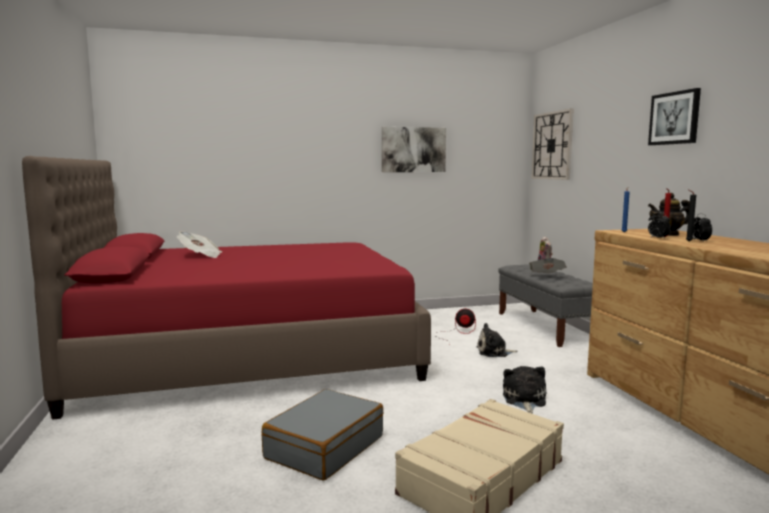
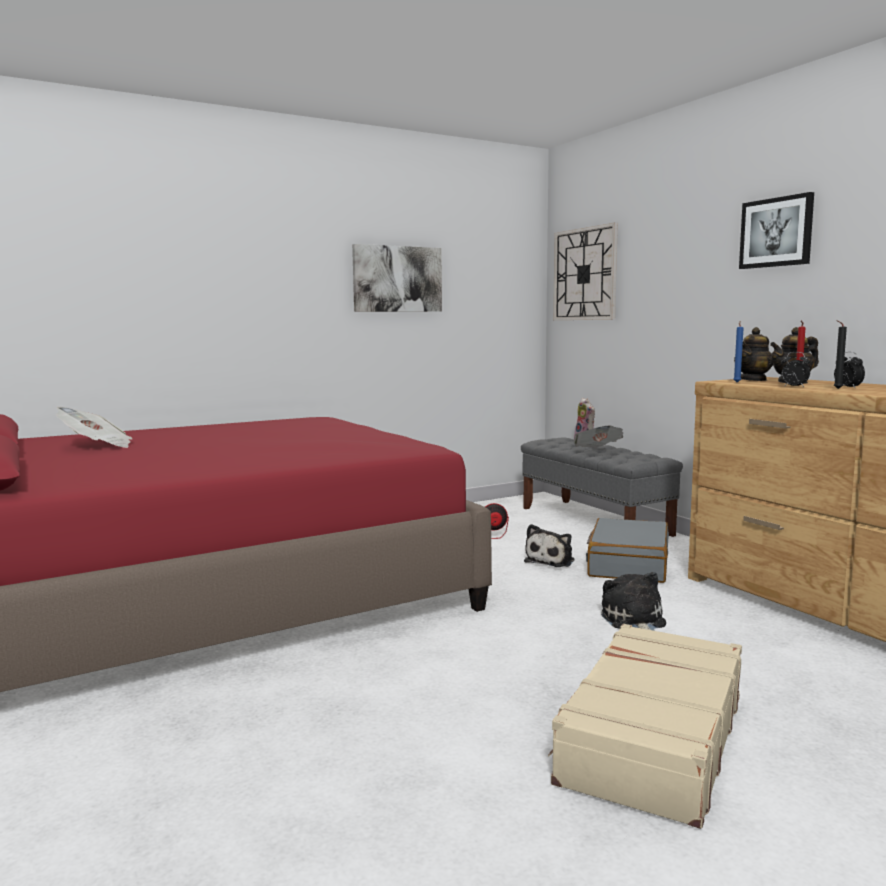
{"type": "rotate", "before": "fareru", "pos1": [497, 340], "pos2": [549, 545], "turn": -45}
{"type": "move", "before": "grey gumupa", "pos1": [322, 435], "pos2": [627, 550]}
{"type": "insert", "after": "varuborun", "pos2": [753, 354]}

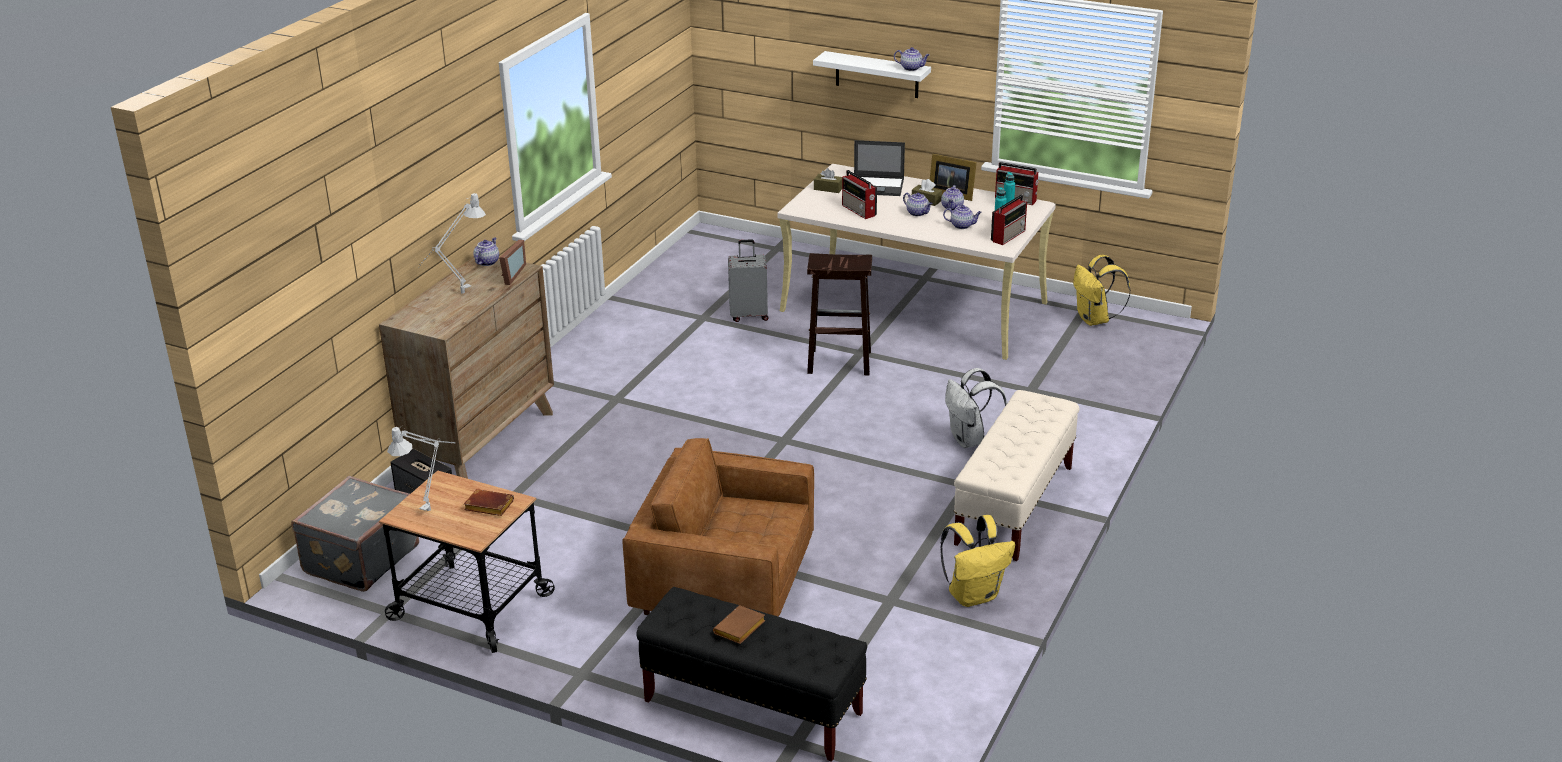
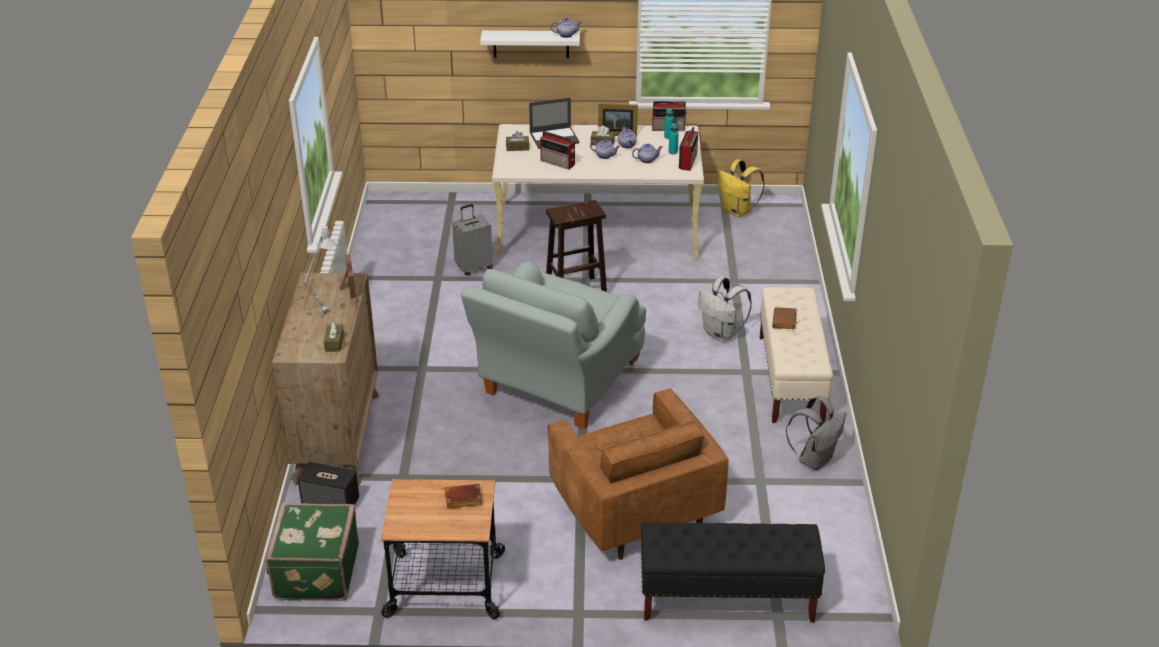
{"type": "delete", "before": "varuborun", "pos1": [486, 251]}
{"type": "delete", "before": "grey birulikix", "pos1": [421, 469]}
{"type": "rotate", "before": "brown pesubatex", "pos1": [718, 527], "pos2": [638, 474], "turn": -105}
{"type": "recolor", "before": "grey gumupa", "after": "green gumupa", "pos1": [355, 534], "pos2": [312, 552]}
{"type": "recolor", "before": "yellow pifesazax", "after": "grey pifesazax", "pos1": [977, 561], "pos2": [816, 433]}
{"type": "move", "before": "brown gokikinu", "pos1": [739, 624], "pos2": [784, 318]}
{"type": "insert", "after": "grey pesubatex", "pos2": [553, 345]}
{"type": "insert", "after": "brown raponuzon", "pos2": [334, 336]}

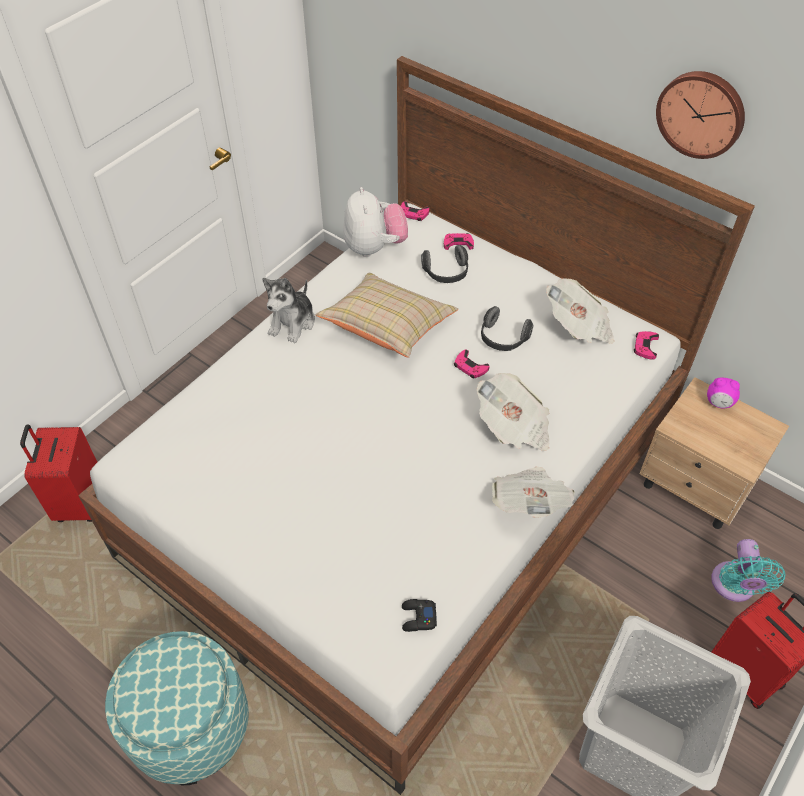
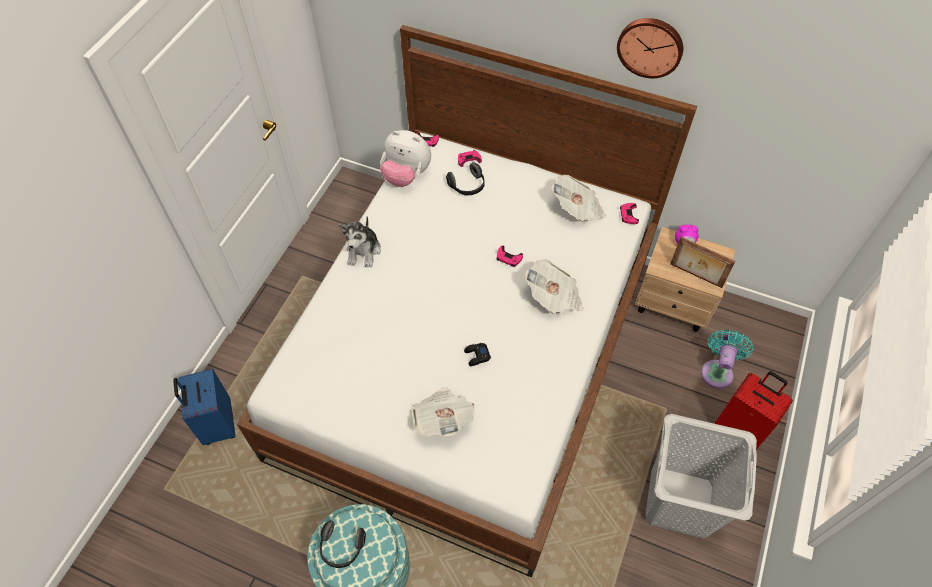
{"type": "rotate", "before": "fareru", "pos1": [375, 222], "pos2": [405, 158], "turn": 135}
{"type": "delete", "before": "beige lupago", "pos1": [387, 315]}
{"type": "move", "before": "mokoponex", "pos1": [507, 328], "pos2": [343, 544]}
{"type": "recolor", "before": "red gumupa", "after": "blue gumupa", "pos1": [58, 473], "pos2": [204, 407]}
{"type": "move", "before": "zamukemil", "pos1": [533, 492], "pos2": [443, 412]}
{"type": "rotate", "before": "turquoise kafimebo", "pos1": [748, 570], "pos2": [727, 359], "turn": -150}
{"type": "move", "before": "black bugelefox", "pos1": [419, 615], "pos2": [477, 354]}
{"type": "insert", "after": "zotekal", "pos2": [703, 262]}

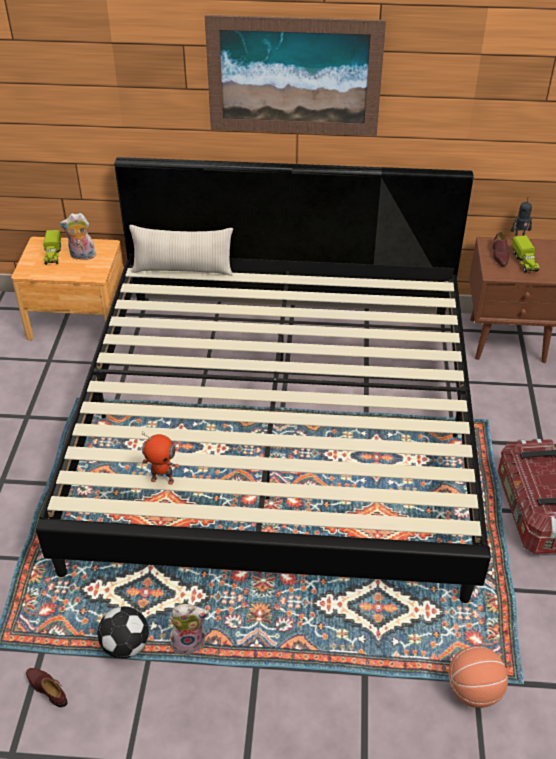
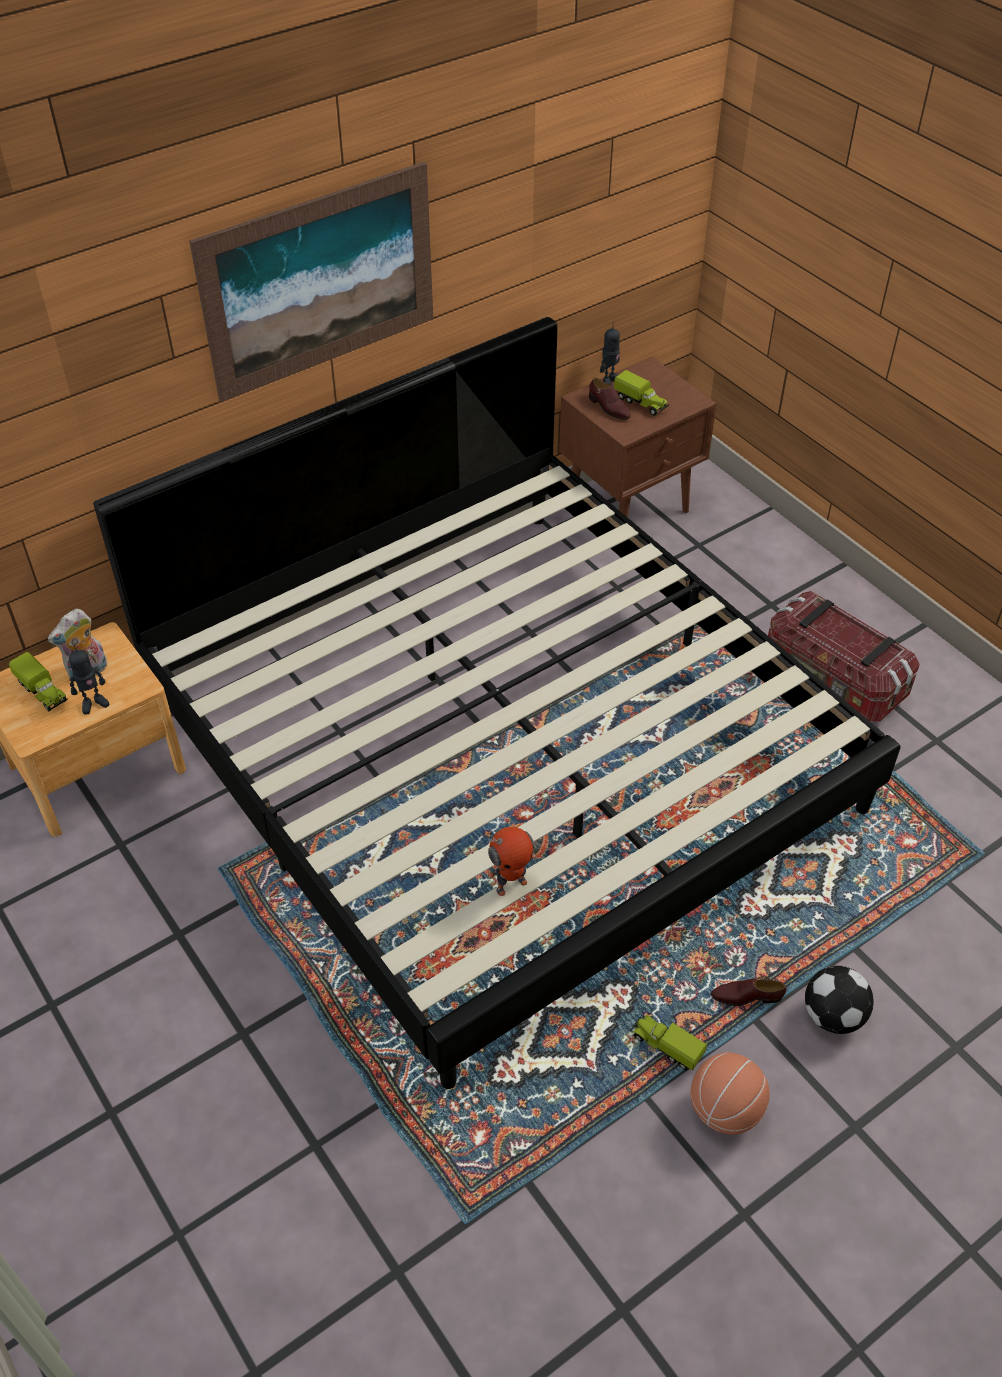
{"type": "delete", "before": "beige lupago", "pos1": [181, 250]}
{"type": "replace", "before": "fareru", "after": "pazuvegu", "pos1": [189, 629], "pos2": [668, 1042]}
{"type": "move", "before": "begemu", "pos1": [123, 632], "pos2": [839, 1000]}
{"type": "move", "before": "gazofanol", "pos1": [478, 677], "pos2": [730, 1093]}
{"type": "move", "before": "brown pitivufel", "pos1": [46, 687], "pos2": [748, 991]}
{"type": "insert", "after": "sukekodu", "pos2": [89, 680]}

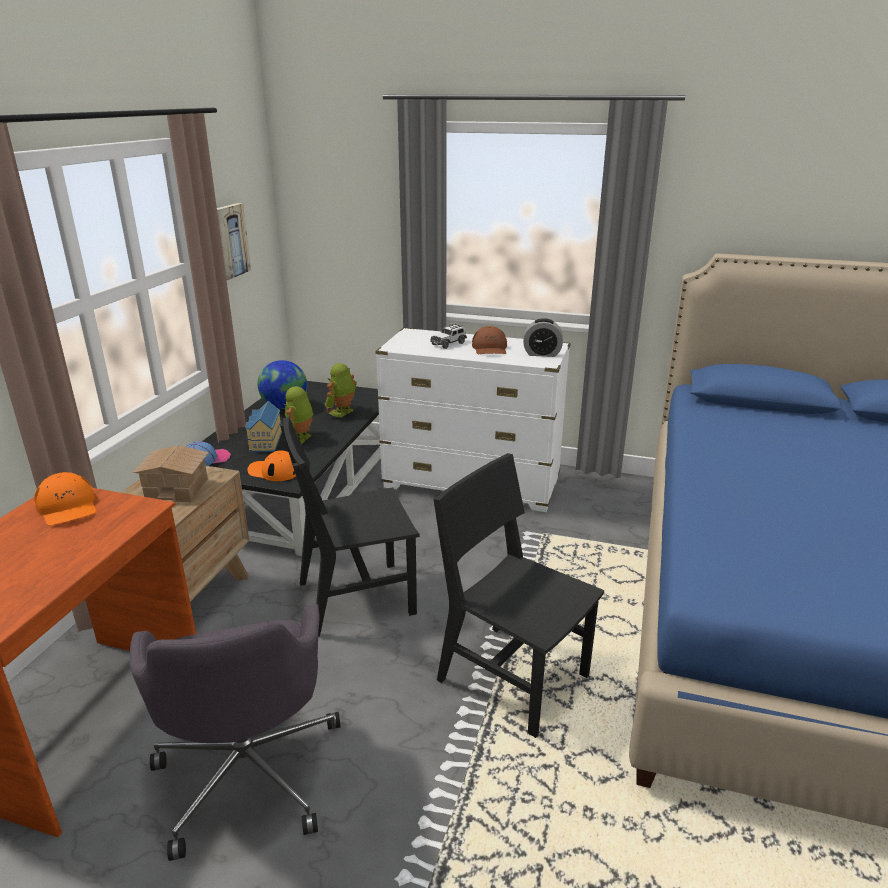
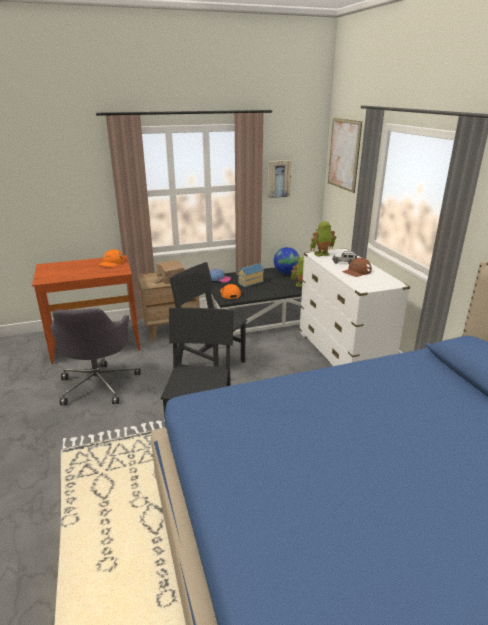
{"type": "delete", "before": "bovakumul", "pos1": [543, 337]}
{"type": "move", "before": "sukekodu", "pos1": [298, 415], "pos2": [323, 239]}
{"type": "rotate", "before": "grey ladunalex", "pos1": [235, 732], "pos2": [95, 356], "turn": -45}
{"type": "insert", "after": "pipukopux", "pos2": [345, 155]}

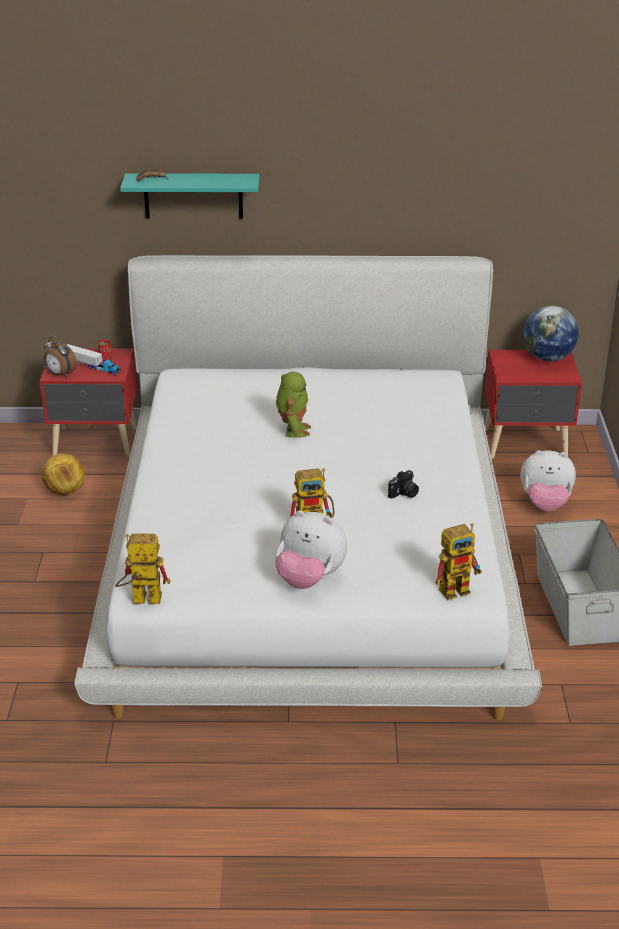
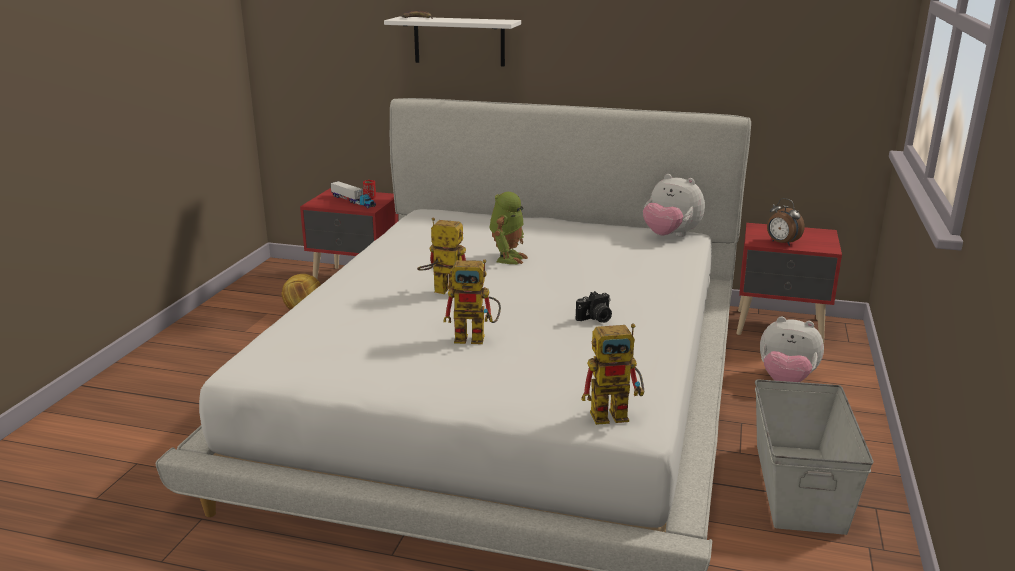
{"type": "recolor", "before": "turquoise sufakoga", "after": "white sufakoga", "pos1": [190, 195], "pos2": [452, 41]}
{"type": "delete", "before": "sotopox", "pos1": [551, 333]}
{"type": "move", "before": "bovakumul", "pos1": [60, 356], "pos2": [785, 222]}
{"type": "move", "before": "fareru", "pos1": [311, 549], "pos2": [674, 205]}
{"type": "move", "before": "sukekodu", "pos1": [142, 568], "pos2": [441, 255]}

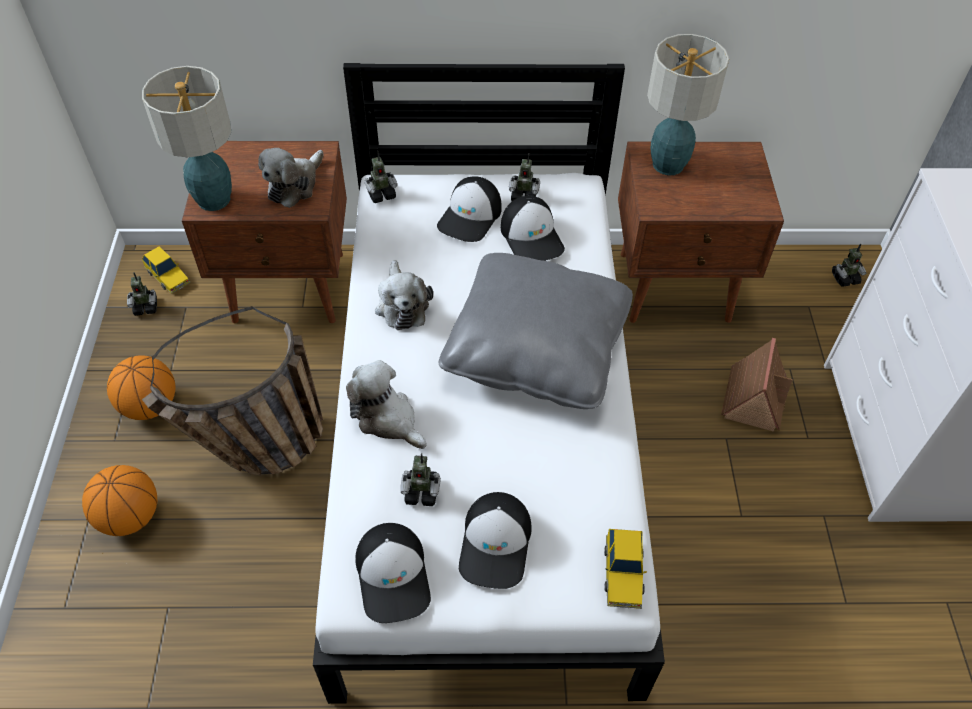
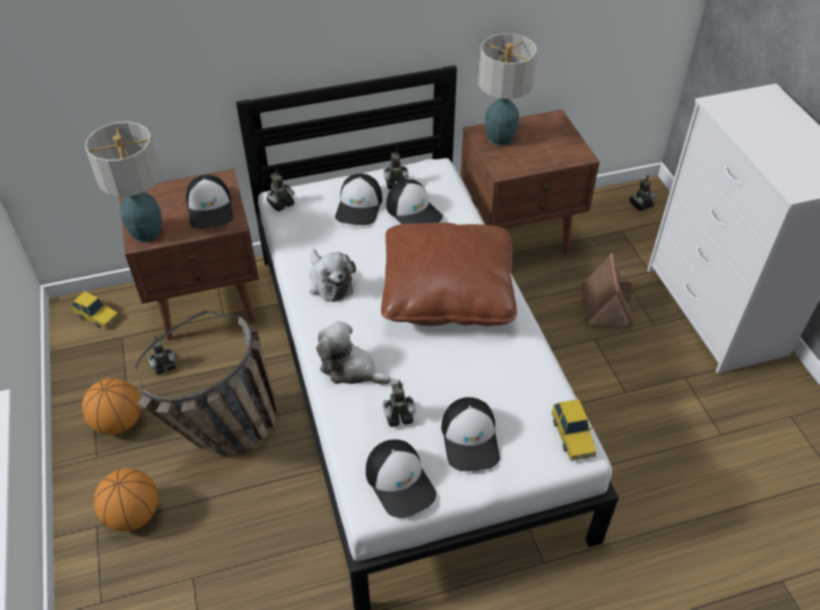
{"type": "replace", "before": "fareru", "after": "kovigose", "pos1": [291, 178], "pos2": [209, 202]}
{"type": "recolor", "before": "grey lupago", "after": "brown lupago", "pos1": [536, 331], "pos2": [449, 274]}
{"type": "move", "before": "sukekodu", "pos1": [142, 294], "pos2": [161, 355]}

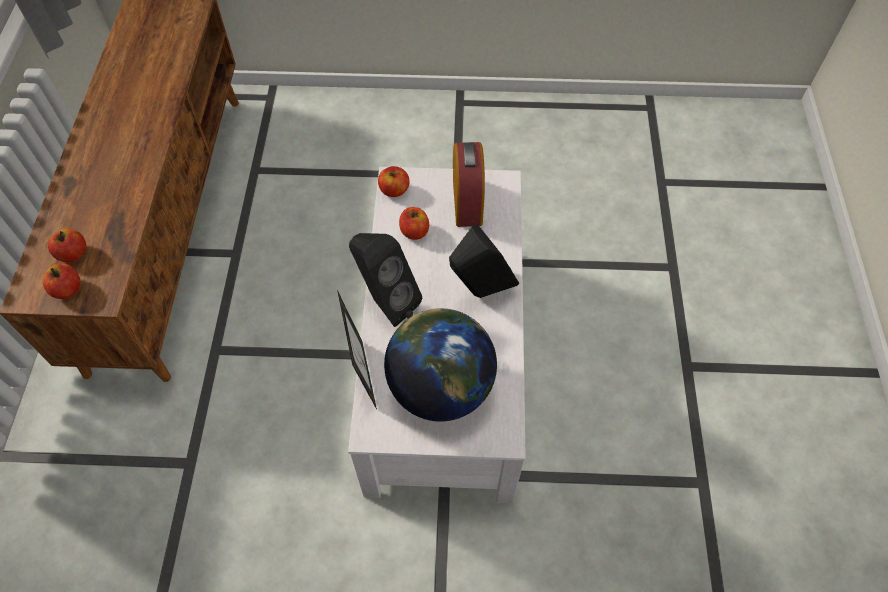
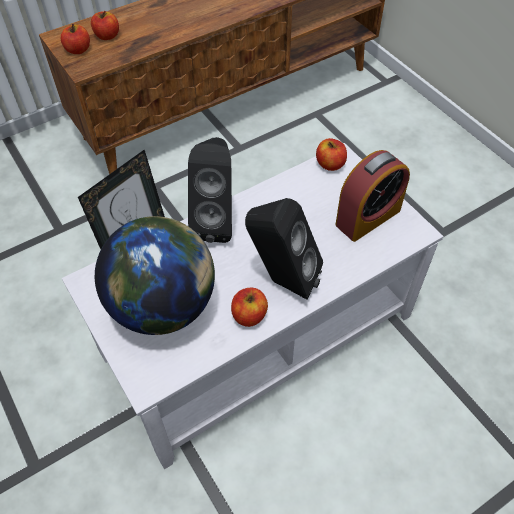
{"type": "move", "before": "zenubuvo", "pos1": [414, 223], "pos2": [249, 307]}

